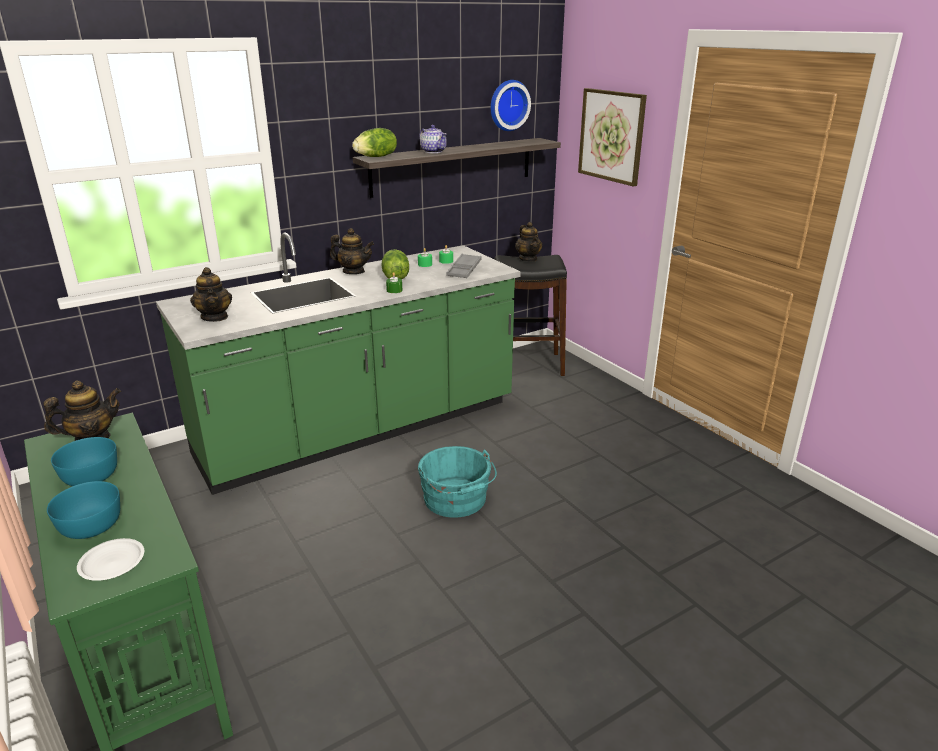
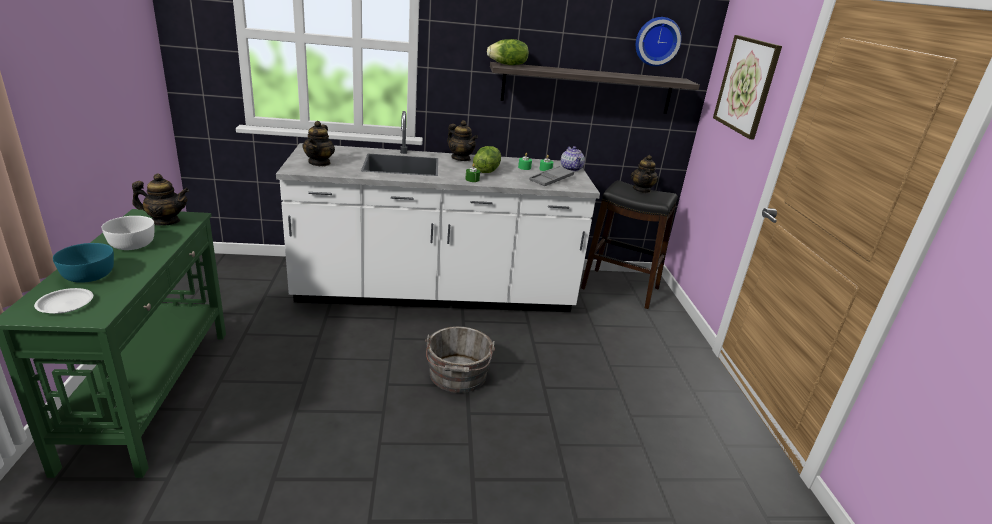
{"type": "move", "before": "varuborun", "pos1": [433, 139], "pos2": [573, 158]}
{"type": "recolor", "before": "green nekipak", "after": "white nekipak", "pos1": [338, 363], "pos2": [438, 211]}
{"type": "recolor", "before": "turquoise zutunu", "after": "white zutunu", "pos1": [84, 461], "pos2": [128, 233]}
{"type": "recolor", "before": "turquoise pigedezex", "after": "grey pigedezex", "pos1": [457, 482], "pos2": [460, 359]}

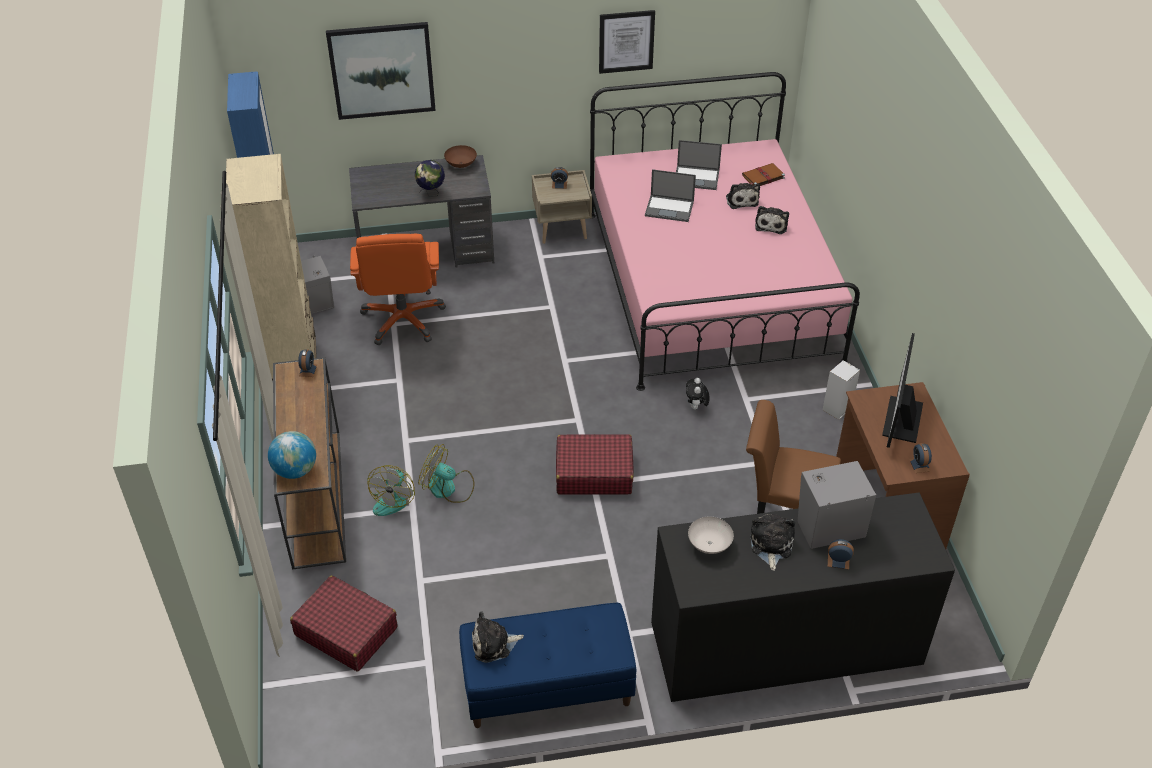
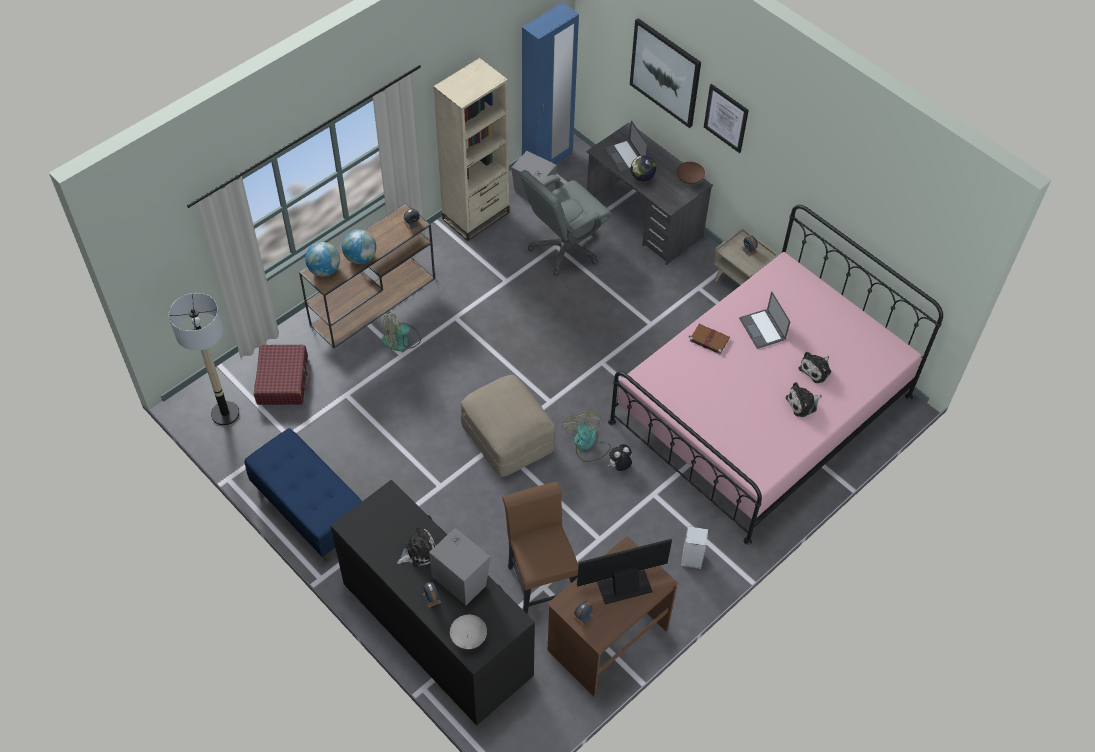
{"type": "move", "before": "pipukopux", "pos1": [627, 42], "pos2": [726, 118]}
{"type": "move", "before": "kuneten", "pos1": [699, 165], "pos2": [626, 146]}
{"type": "move", "before": "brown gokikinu", "pos1": [763, 174], "pos2": [709, 339]}
{"type": "recolor", "before": "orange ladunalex", "after": "grey ladunalex", "pos1": [398, 289], "pos2": [566, 223]}
{"type": "replace", "before": "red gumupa", "after": "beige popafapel", "pos1": [595, 464], "pos2": [507, 426]}
{"type": "move", "before": "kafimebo", "pos1": [446, 473], "pos2": [586, 436]}
{"type": "move", "before": "white zutunu", "pos1": [711, 535], "pos2": [468, 632]}
{"type": "delete", "before": "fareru", "pos1": [498, 637]}
{"type": "insert", "after": "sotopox", "pos2": [359, 247]}
{"type": "insert", "after": "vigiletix", "pos2": [204, 359]}

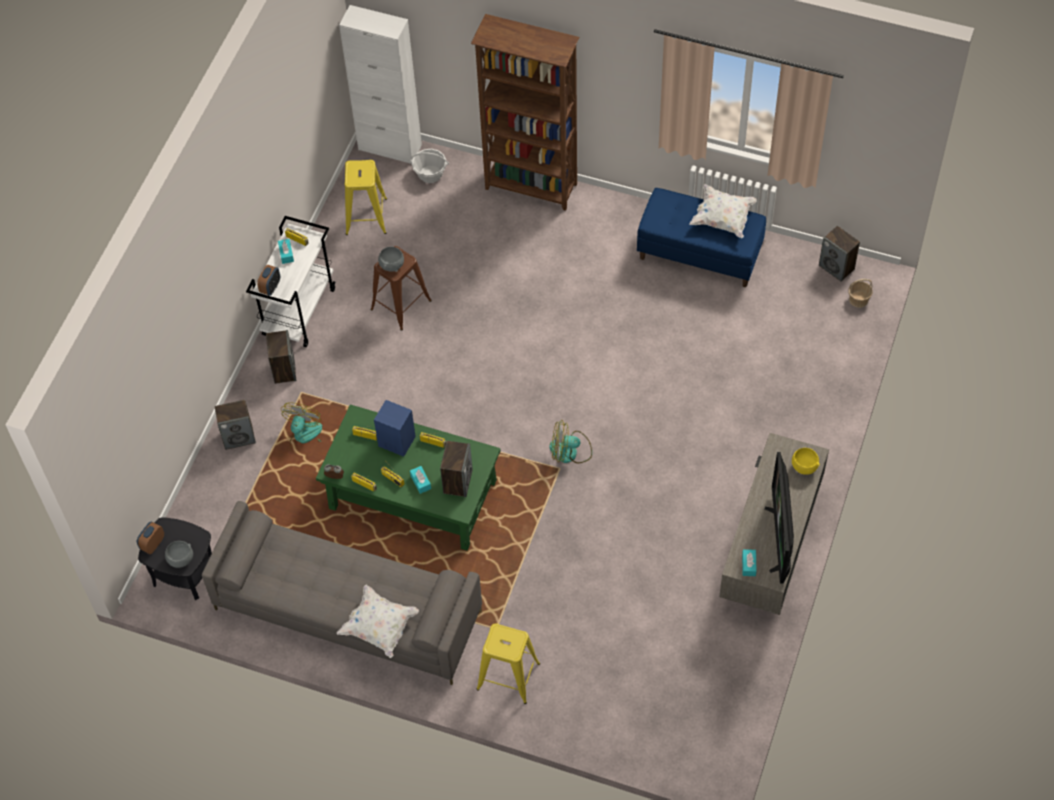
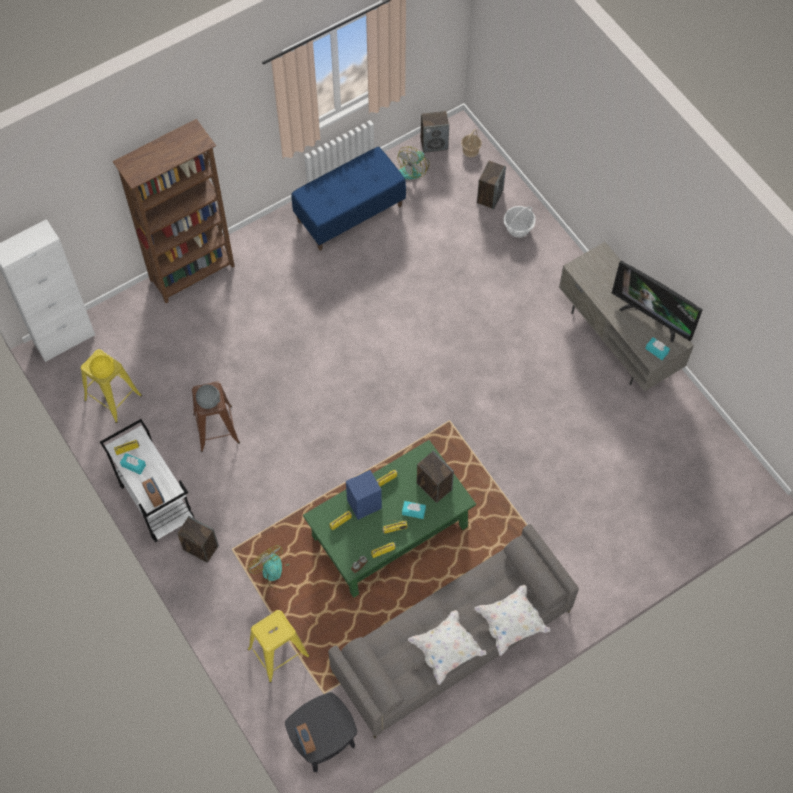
{"type": "move", "before": "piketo", "pos1": [429, 166], "pos2": [520, 222]}
{"type": "move", "before": "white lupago", "pos1": [723, 211], "pos2": [447, 647]}
{"type": "move", "before": "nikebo", "pos1": [235, 425], "pos2": [491, 184]}
{"type": "move", "before": "kafimebo", "pos1": [571, 441], "pos2": [414, 162]}
{"type": "move", "before": "yellow zutunu", "pos1": [806, 461], "pos2": [102, 367]}
{"type": "delete", "before": "grey zutunu", "pos1": [179, 554]}
{"type": "move", "before": "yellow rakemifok", "pos1": [508, 663], "pos2": [278, 646]}

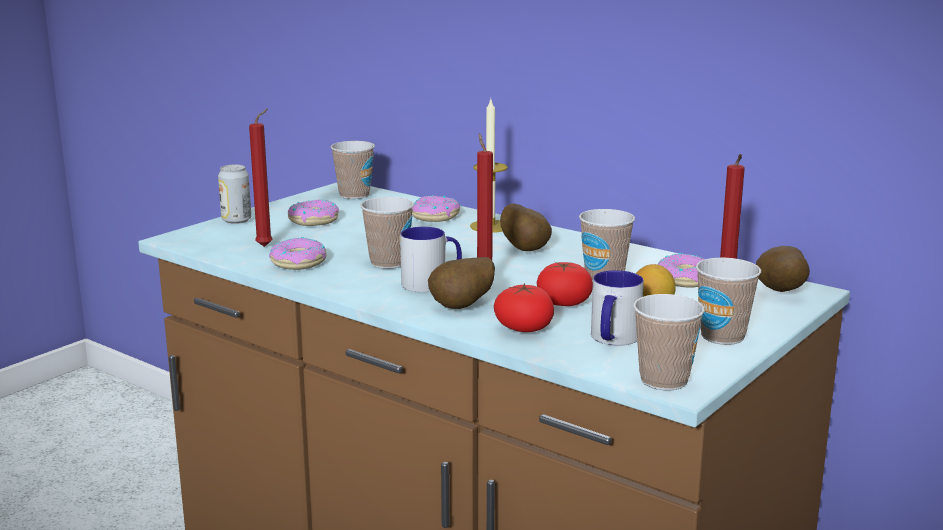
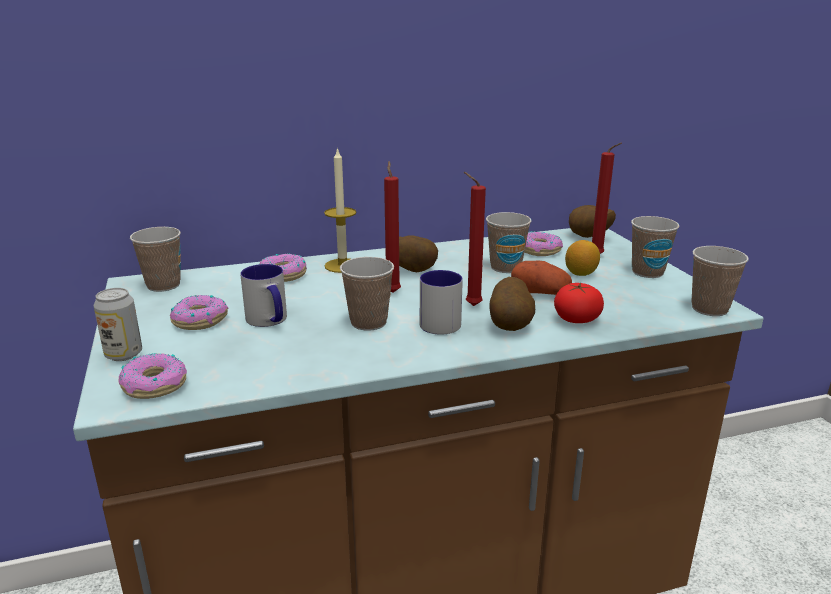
{"type": "move", "before": "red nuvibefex", "pos1": [261, 177], "pos2": [392, 227]}
{"type": "move", "before": "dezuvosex", "pos1": [297, 253], "pos2": [152, 376]}
{"type": "replace", "before": "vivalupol", "after": "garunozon", "pos1": [565, 284], "pos2": [541, 277]}
{"type": "move", "before": "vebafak", "pos1": [617, 308], "pos2": [263, 295]}

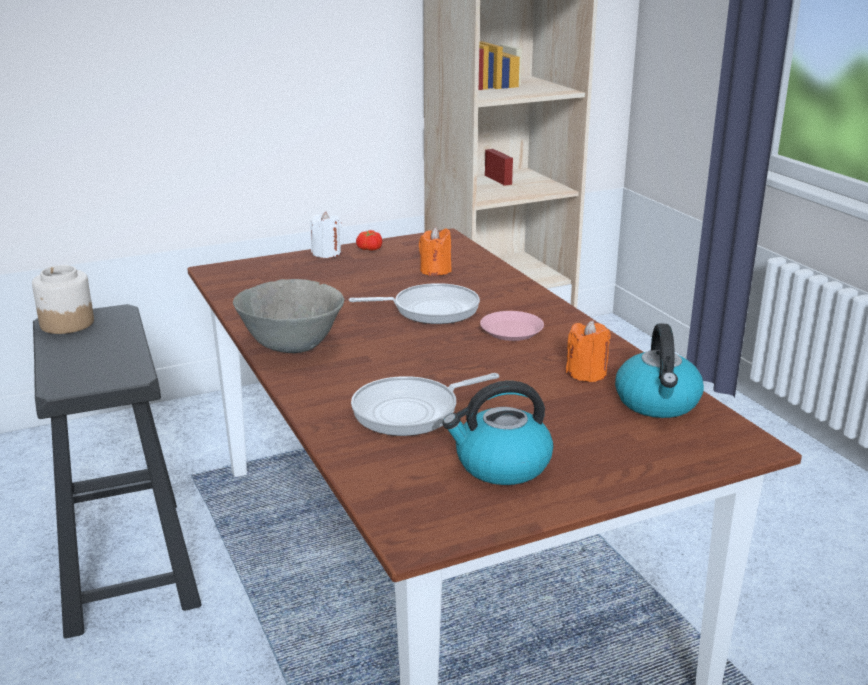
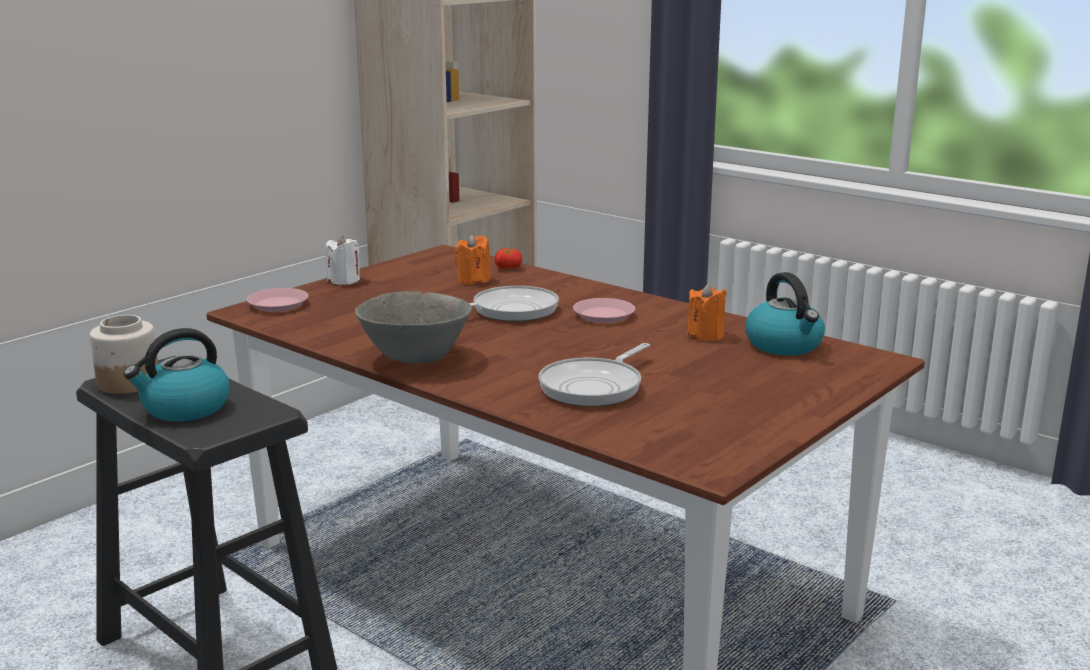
{"type": "move", "before": "vivalupol", "pos1": [369, 240], "pos2": [508, 258]}
{"type": "move", "before": "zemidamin", "pos1": [497, 433], "pos2": [177, 374]}
{"type": "insert", "after": "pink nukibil", "pos2": [278, 300]}

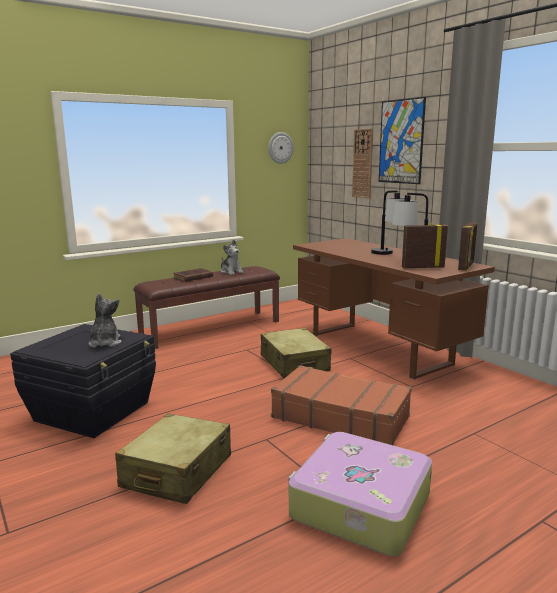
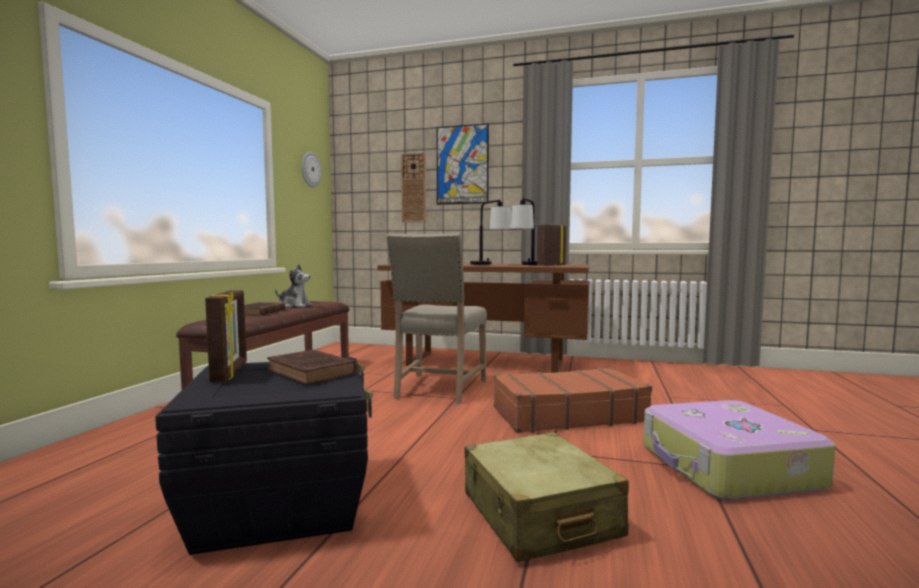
{"type": "move", "before": "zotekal", "pos1": [467, 246], "pos2": [226, 336]}
{"type": "replace", "before": "fareru", "after": "brown gokikinu", "pos1": [105, 320], "pos2": [312, 367]}
{"type": "replace", "before": "beige gumupa", "after": "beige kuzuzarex", "pos1": [296, 353], "pos2": [436, 318]}

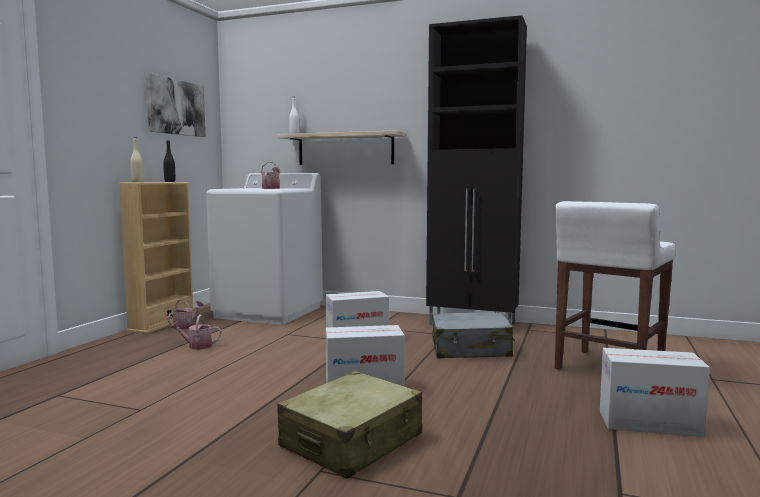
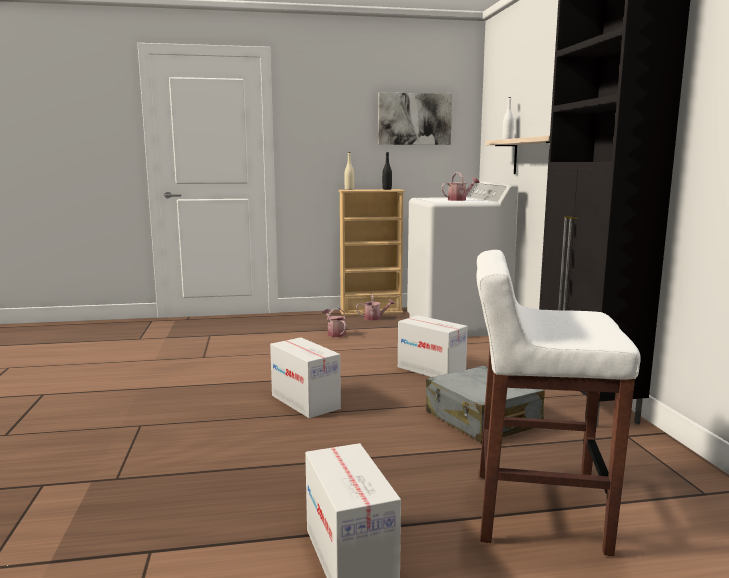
{"type": "delete", "before": "beige gumupa", "pos1": [349, 425]}

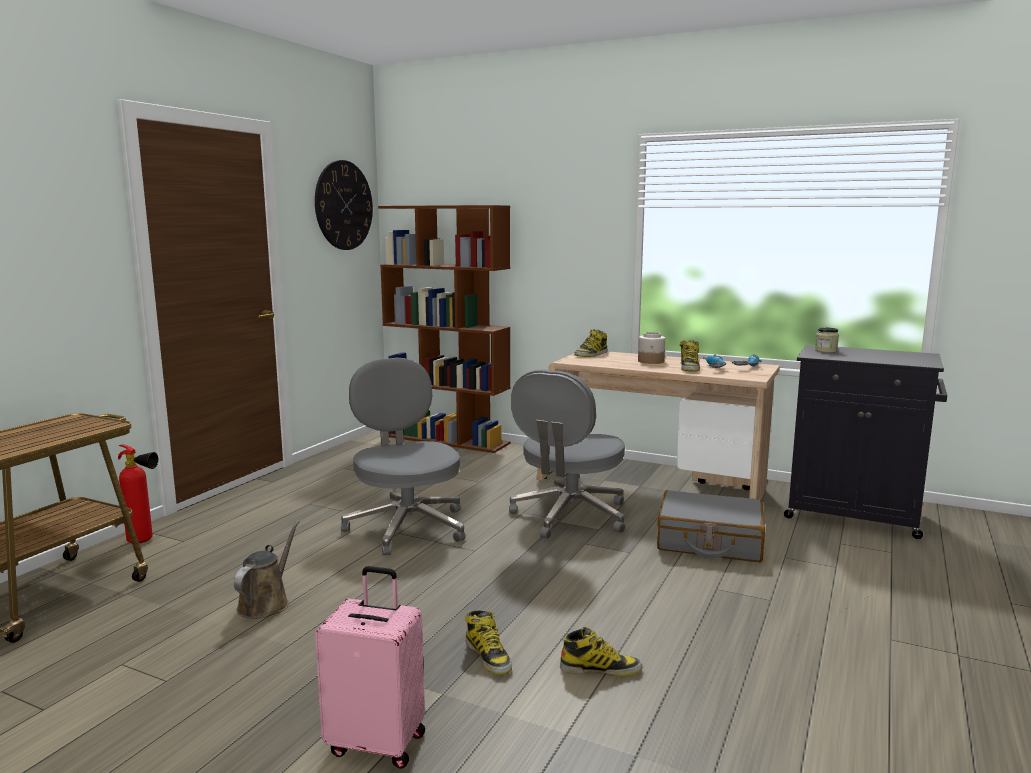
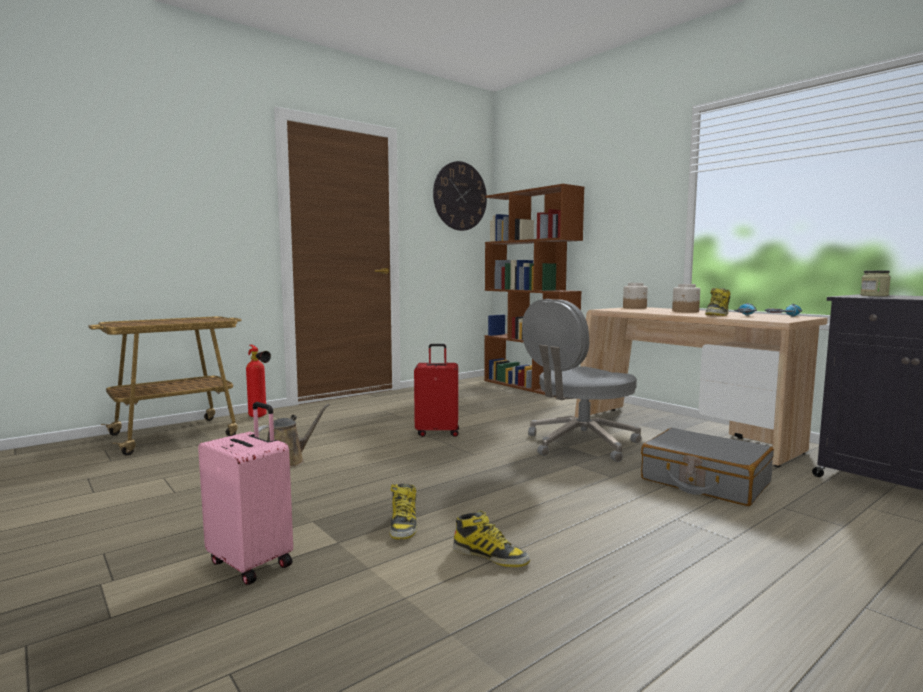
{"type": "replace", "before": "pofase", "after": "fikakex", "pos1": [591, 343], "pos2": [635, 296]}
{"type": "replace", "before": "grey ladunalex", "after": "red gumupa", "pos1": [403, 456], "pos2": [436, 390]}

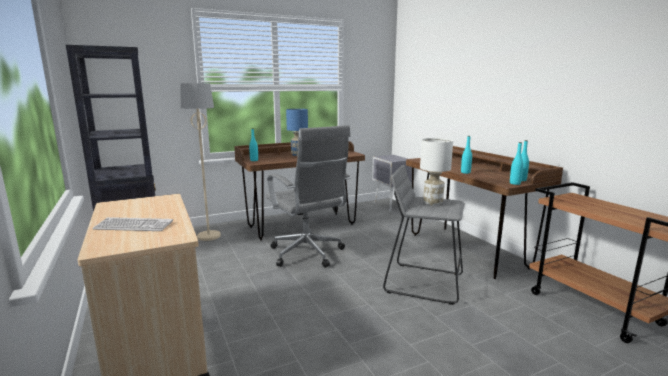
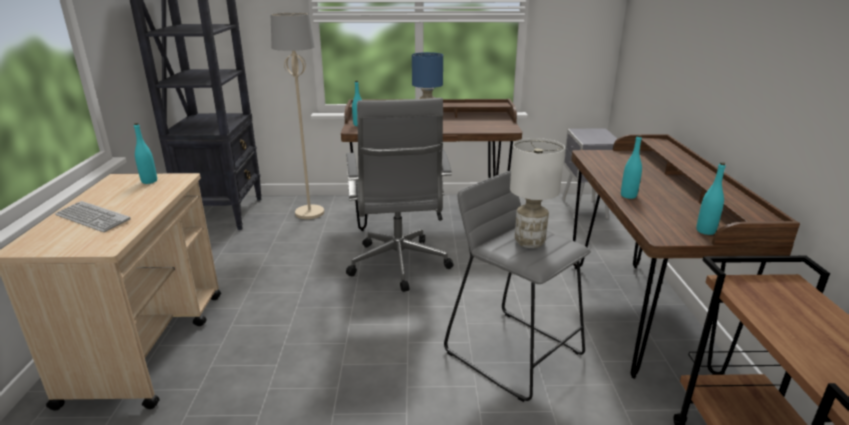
{"type": "move", "before": "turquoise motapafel", "pos1": [516, 163], "pos2": [145, 153]}

